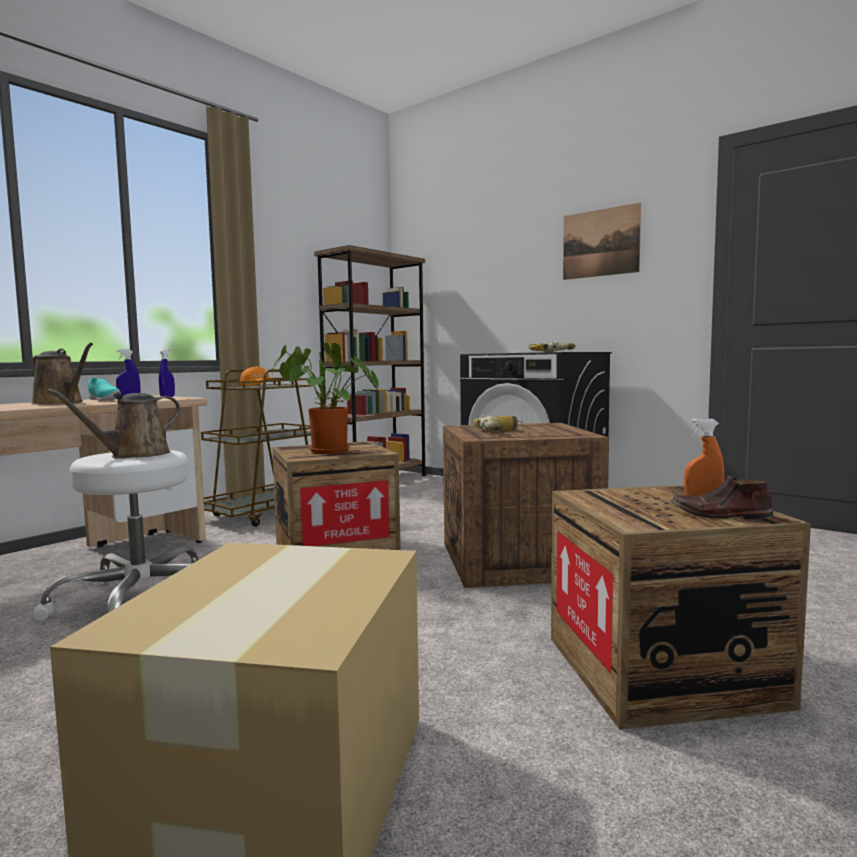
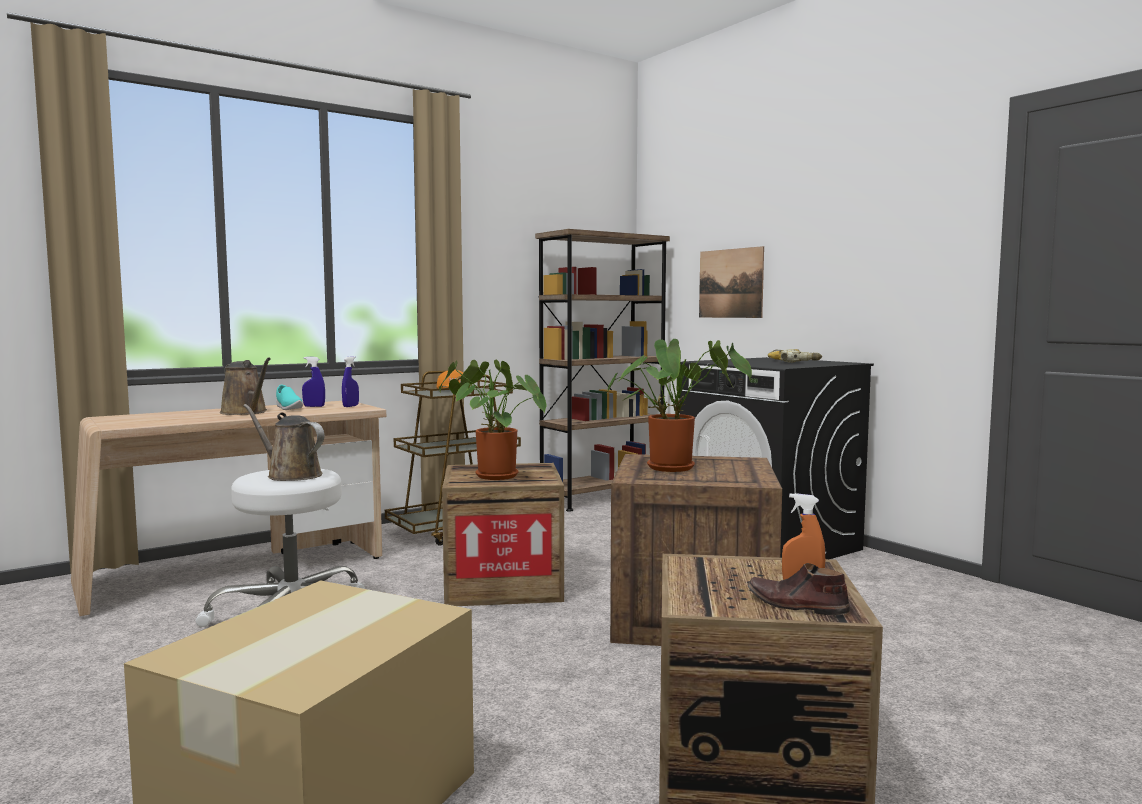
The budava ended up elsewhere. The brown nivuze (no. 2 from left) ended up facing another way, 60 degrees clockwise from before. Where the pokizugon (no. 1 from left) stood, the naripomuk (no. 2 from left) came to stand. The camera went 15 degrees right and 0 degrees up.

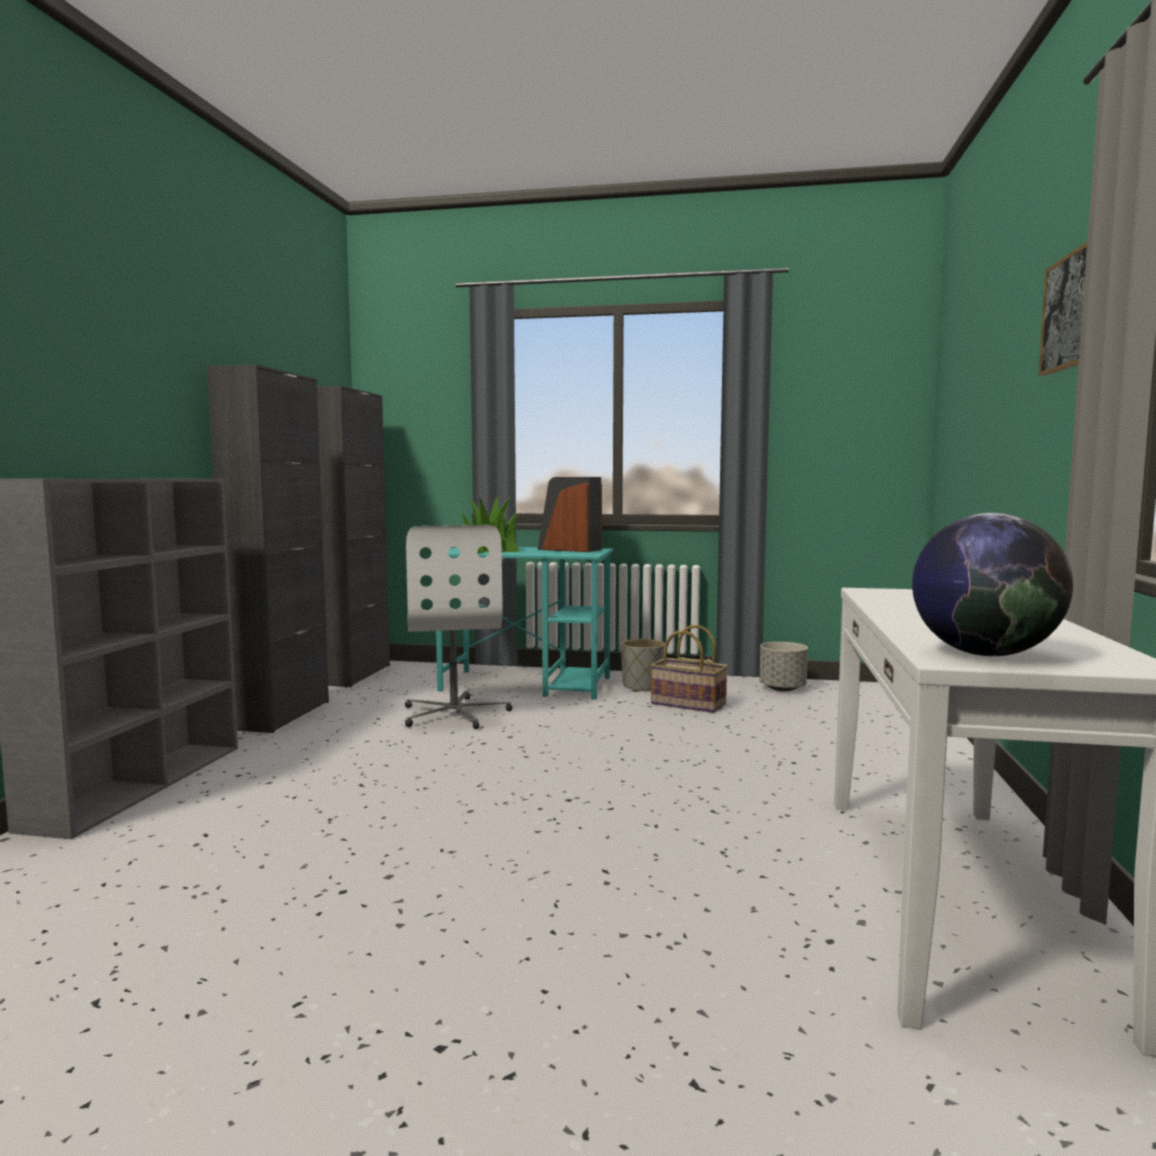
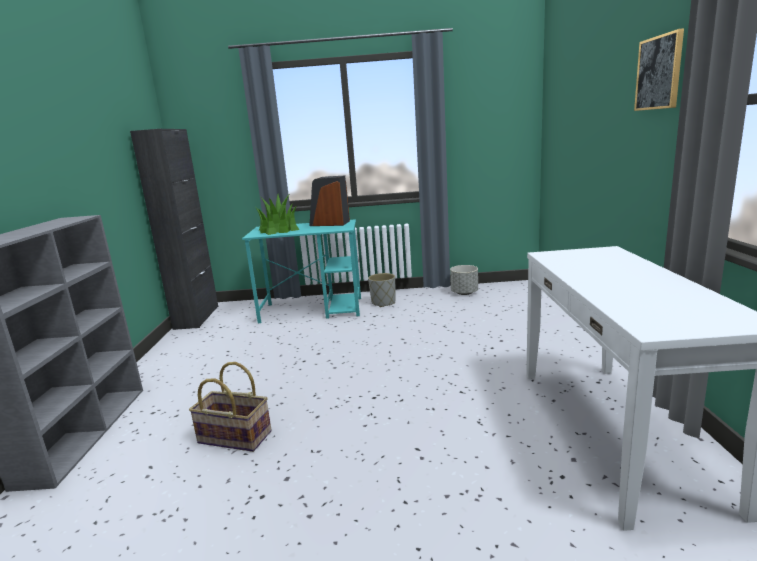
The second view lost the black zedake (no. 1 from left). The second view lost the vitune. The second view lost the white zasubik. The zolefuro ended up elsewhere. The camera went 10 degrees left and 10 degrees up.

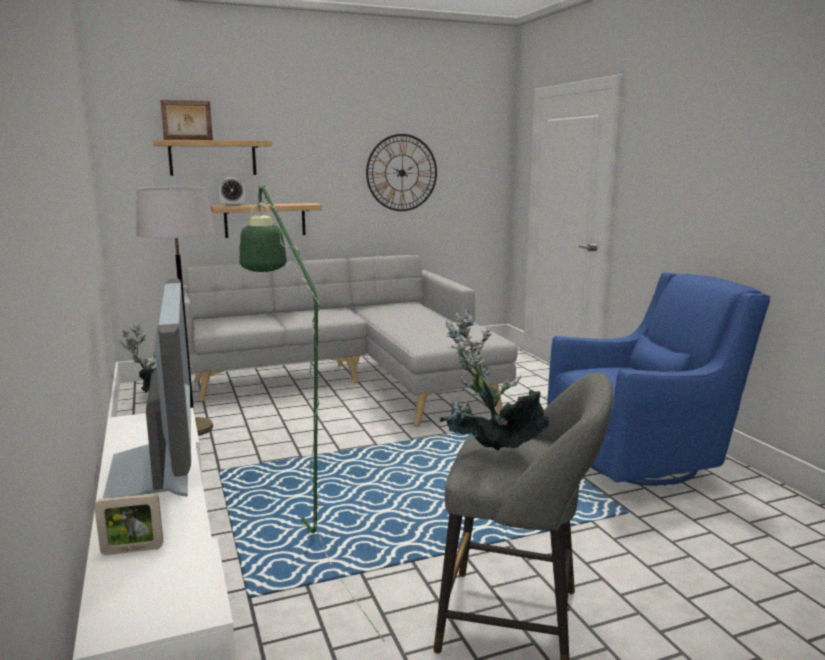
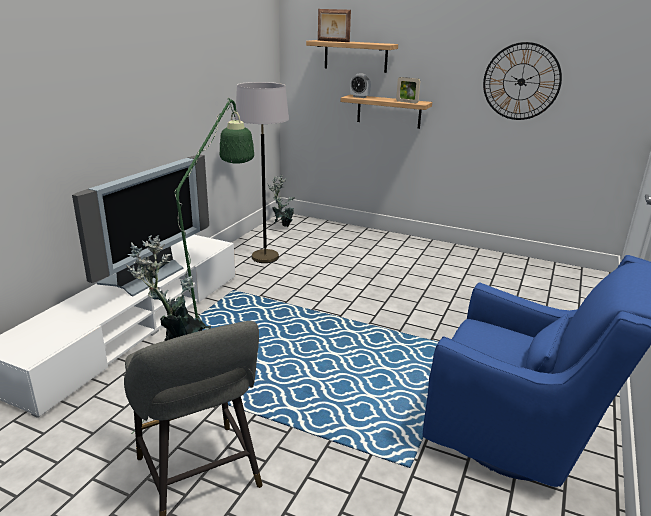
The second view lost the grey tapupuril. The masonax (no. 1 from left in the first image) ended up elsewhere. The camera went 45 degrees right and 10 degrees up.

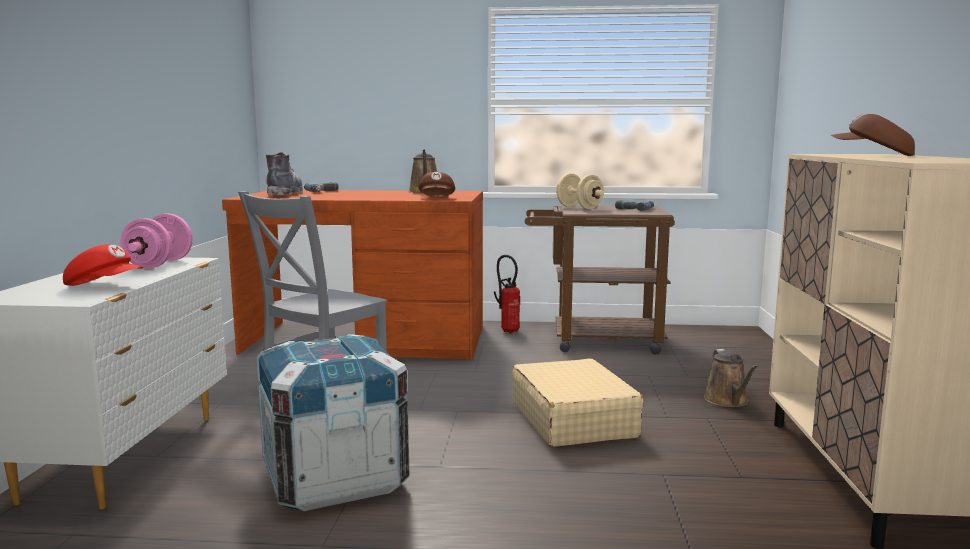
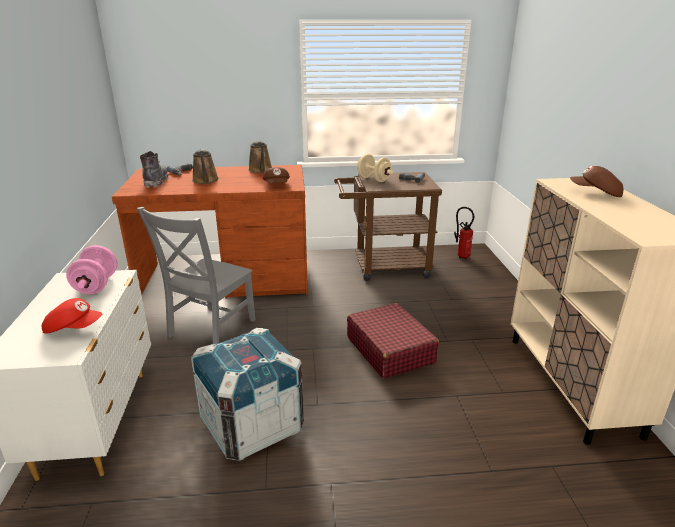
The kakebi ended up elsewhere. The brown nivuze (no. 2 from left in the first image) ended up elsewhere. What was the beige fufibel turned into the red fufibel. The camera went 10 degrees left and 15 degrees up.

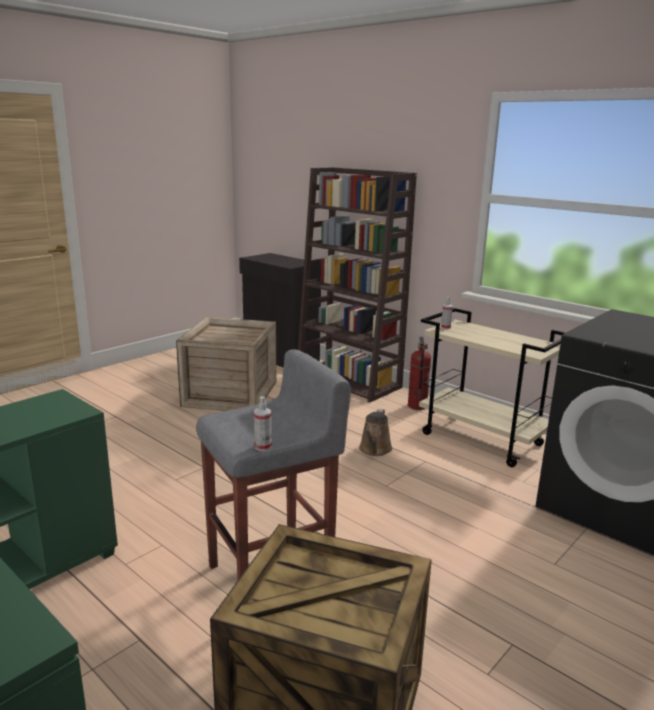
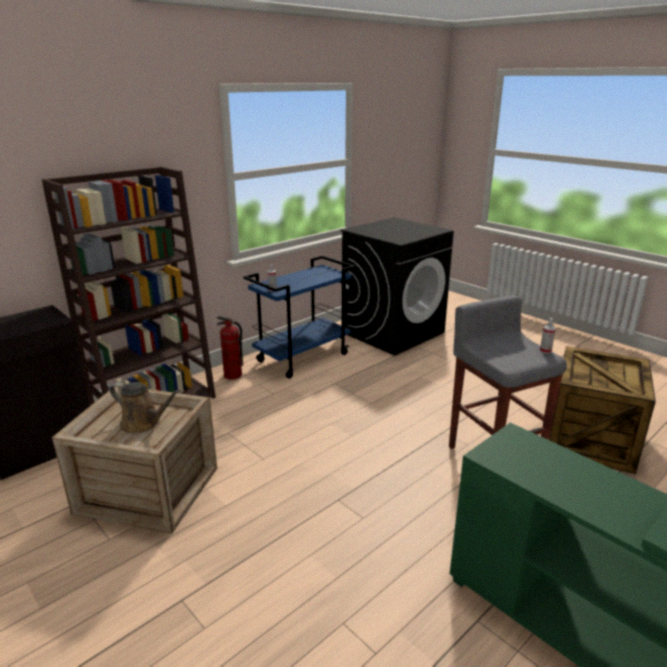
What was the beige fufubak turned into the blue fufubak. The brown nivuze ended up elsewhere. The camera went 85 degrees left and 5 degrees up.

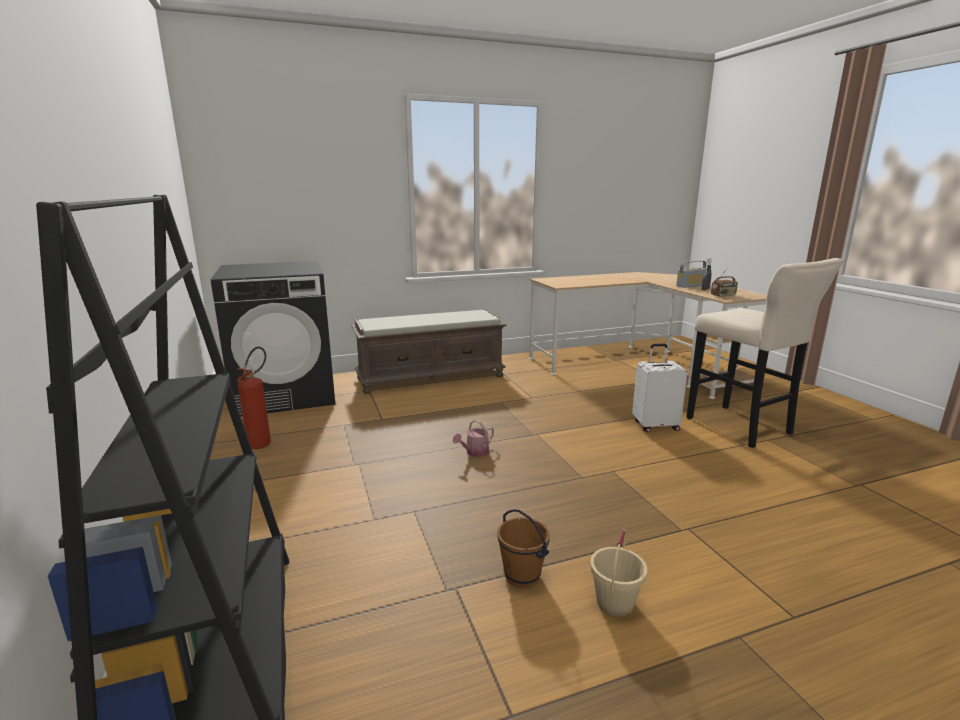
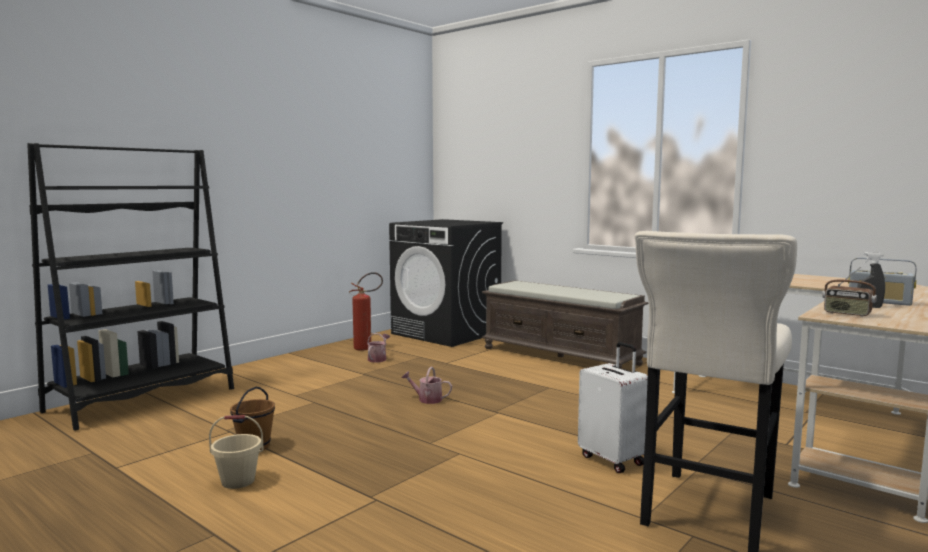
The second view gained the nivuze (no. 1 from left). The camera went 60 degrees right and 10 degrees down.

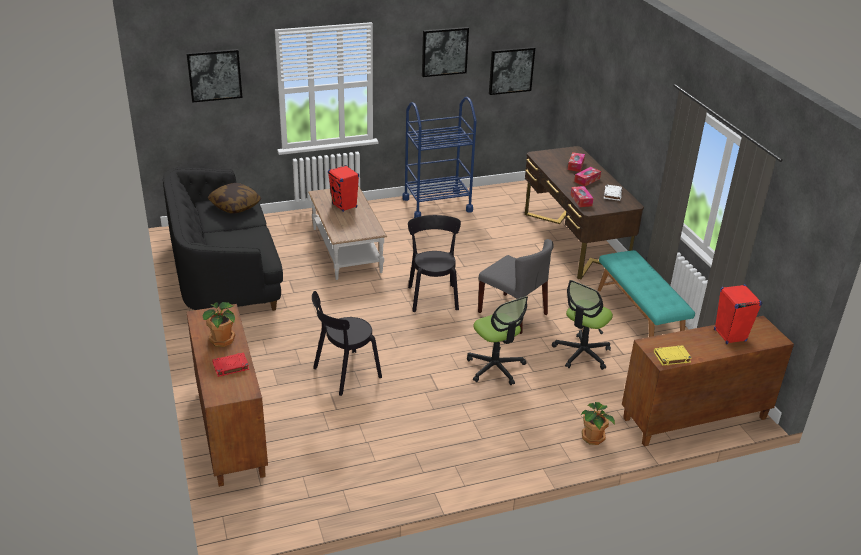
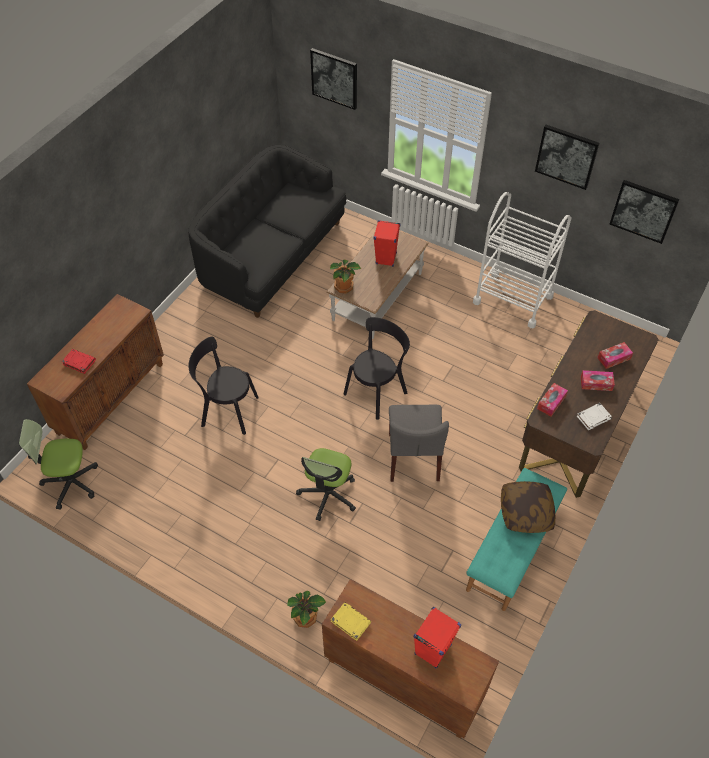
What was the blue fufubak turned into the white fufubak. The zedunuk ended up elsewhere. The zasubik (no. 2 from left in the first image) ended up elsewhere. The naripomuk (no. 1 from left in the first image) ended up elsewhere. The camera went 50 degrees right and 20 degrees up.

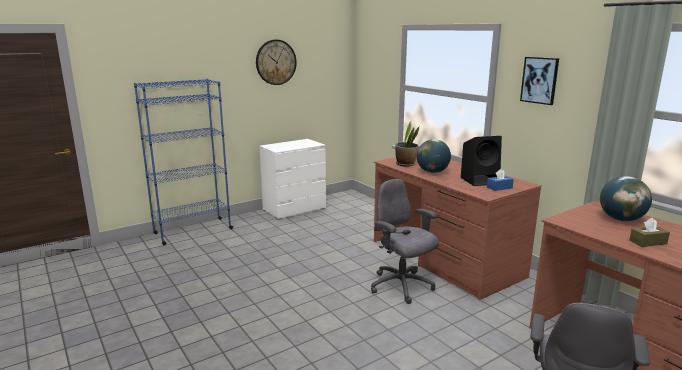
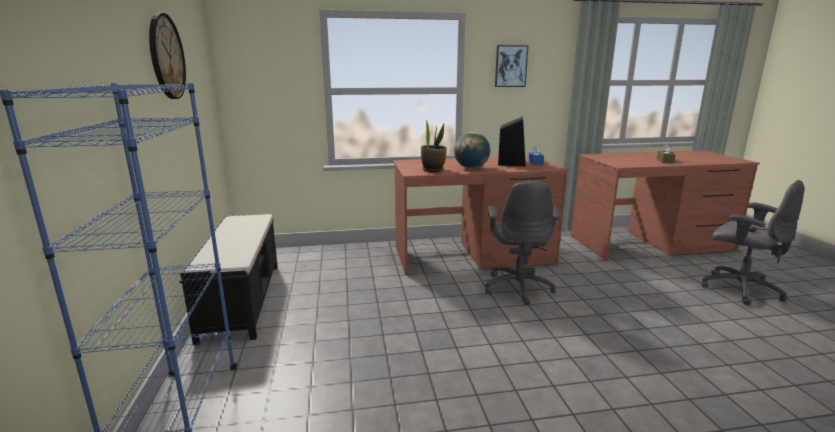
Where the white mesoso stood, the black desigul came to stand. The second view lost the vitune (no. 2 from left). The grey zasubik (no. 1 from left) ended up facing another way, 75 degrees counterclockwise from before. The camera went 65 degrees left and 0 degrees up.

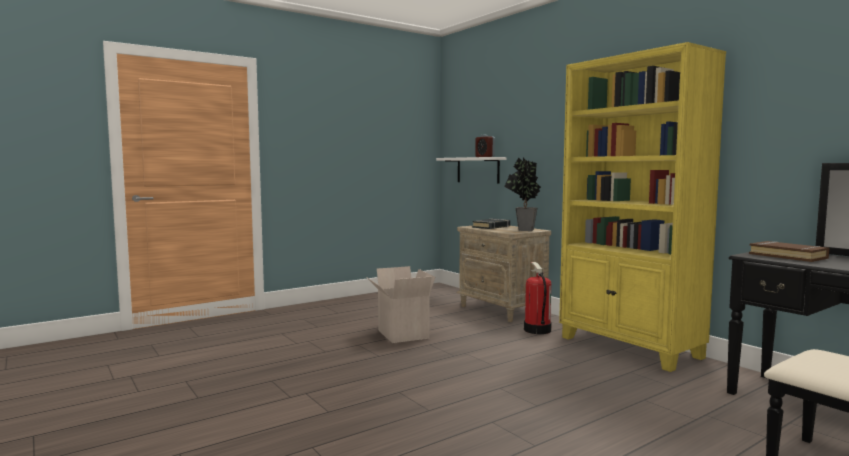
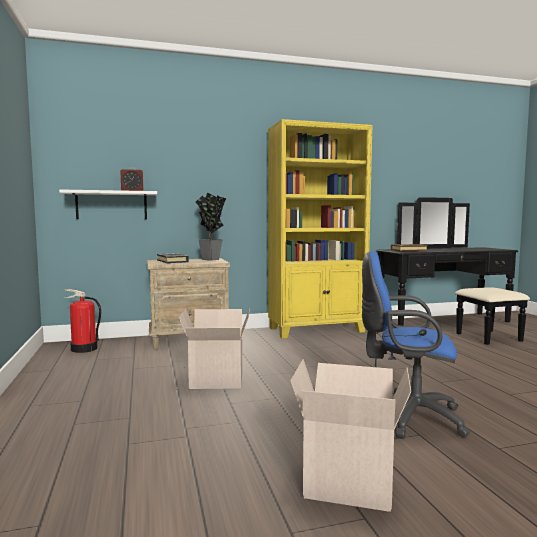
The kakebi ended up elsewhere. The second view gained the blue zasubik. The second view gained the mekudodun (no. 2 from left). The camera went 70 degrees left and 0 degrees up.

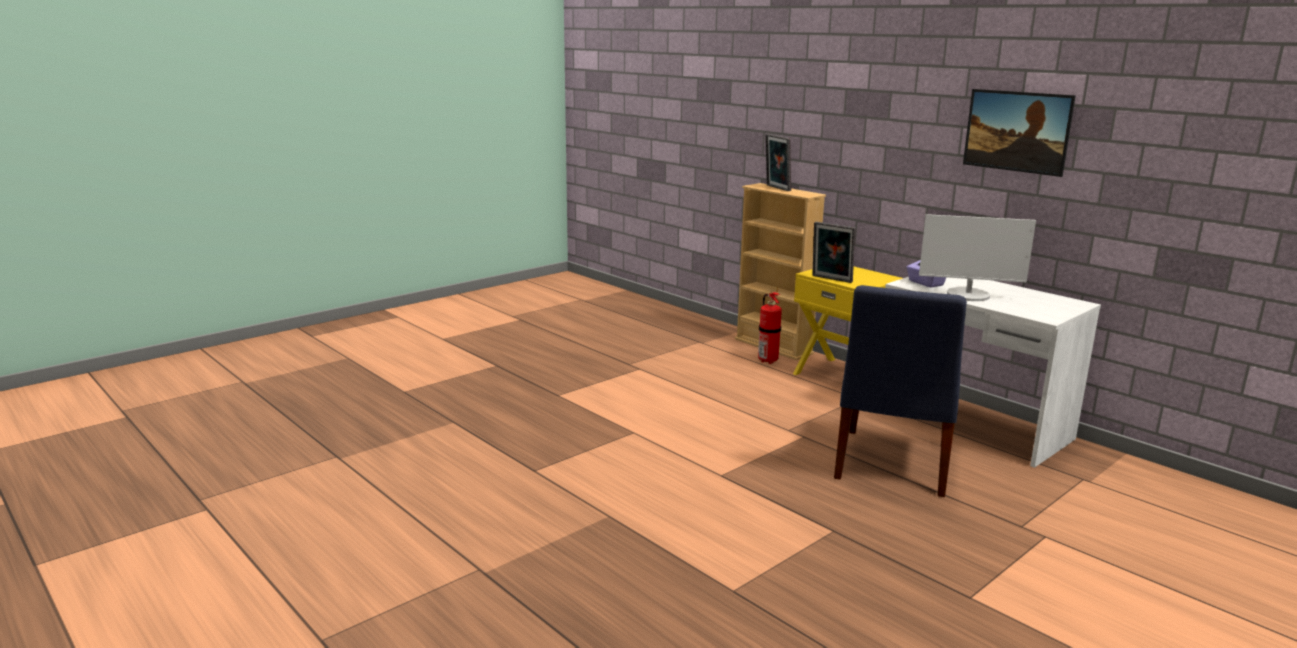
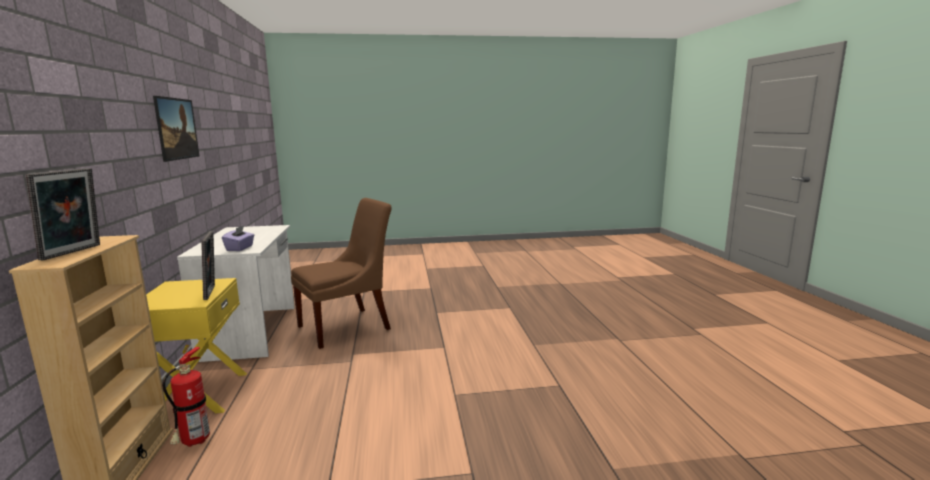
The second view lost the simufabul. What was the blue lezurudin turned into the brown lezurudin. The camera went 145 degrees left and 5 degrees down.

